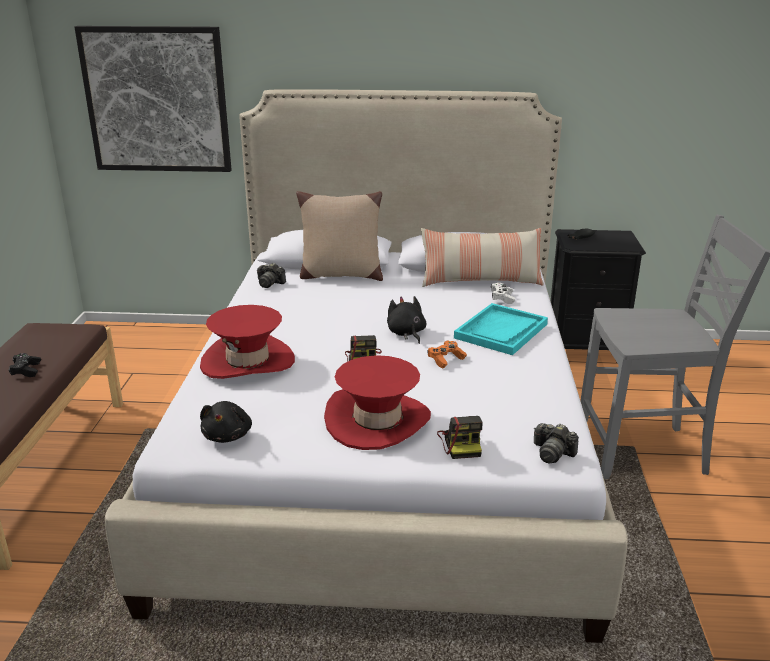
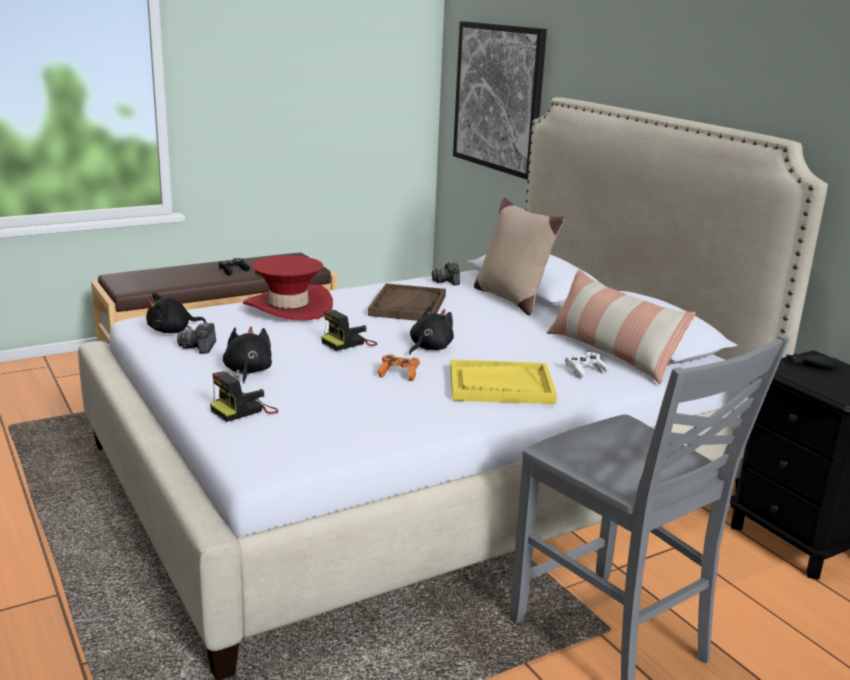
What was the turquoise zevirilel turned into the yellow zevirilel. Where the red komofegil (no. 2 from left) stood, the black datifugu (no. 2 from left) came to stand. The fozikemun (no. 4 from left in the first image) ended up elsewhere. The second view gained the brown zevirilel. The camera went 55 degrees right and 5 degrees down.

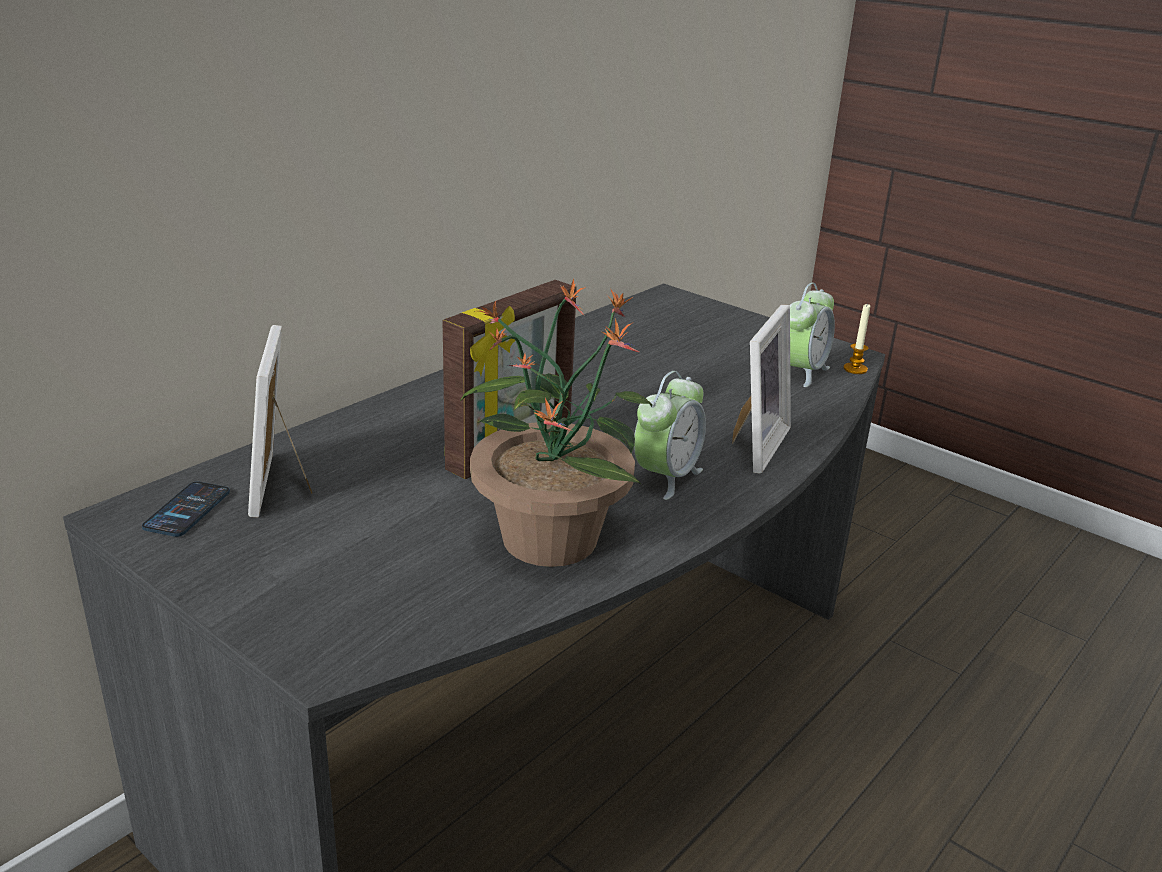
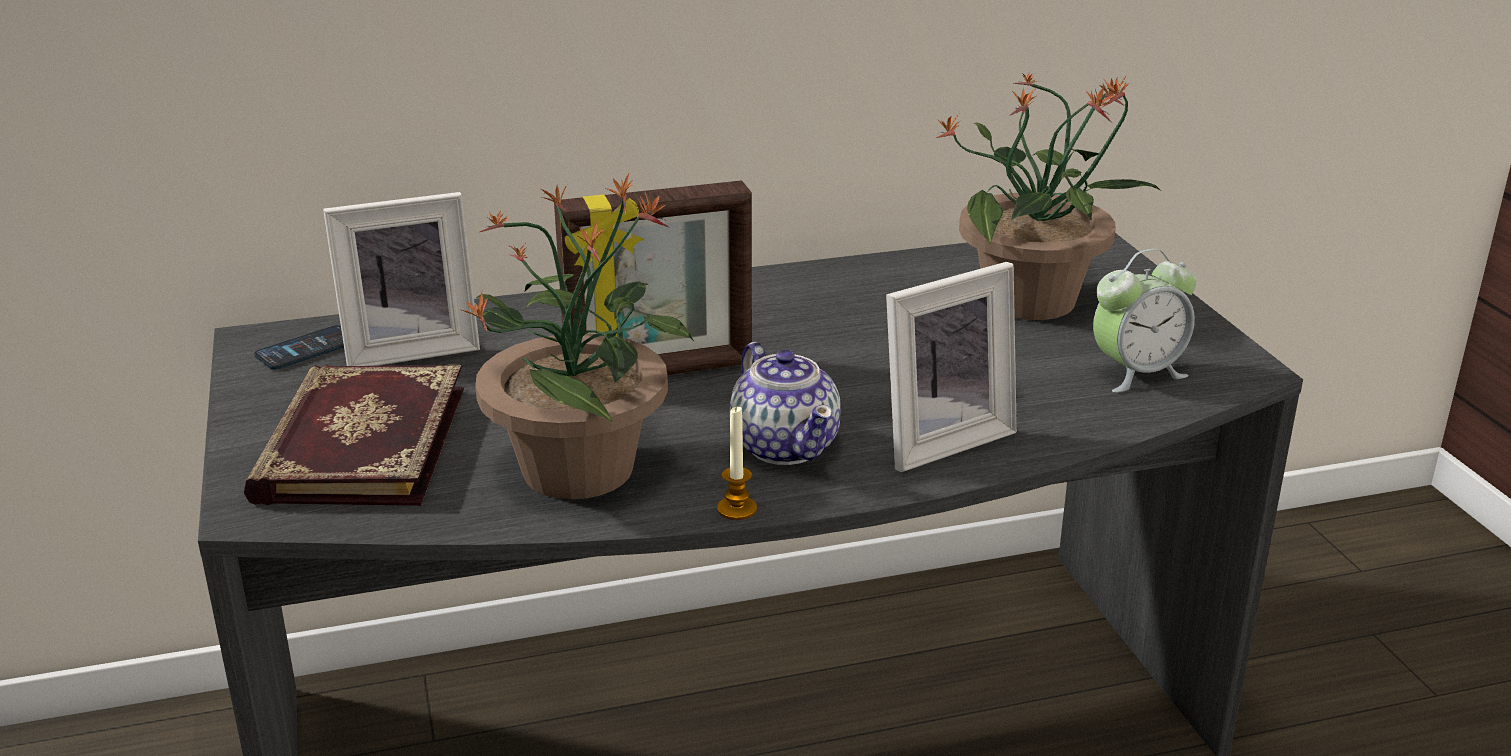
The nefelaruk ended up elsewhere. The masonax (no. 1 from left) ended up facing another way, 135 degrees counterclockwise from before. Where the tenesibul (no. 1 from left) stood, the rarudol came to stand. The second view gained the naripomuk (no. 2 from left). The second view gained the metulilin. The camera went 35 degrees right and 0 degrees up.

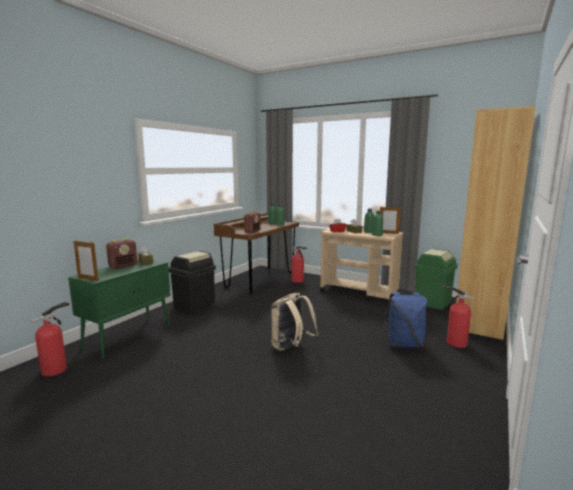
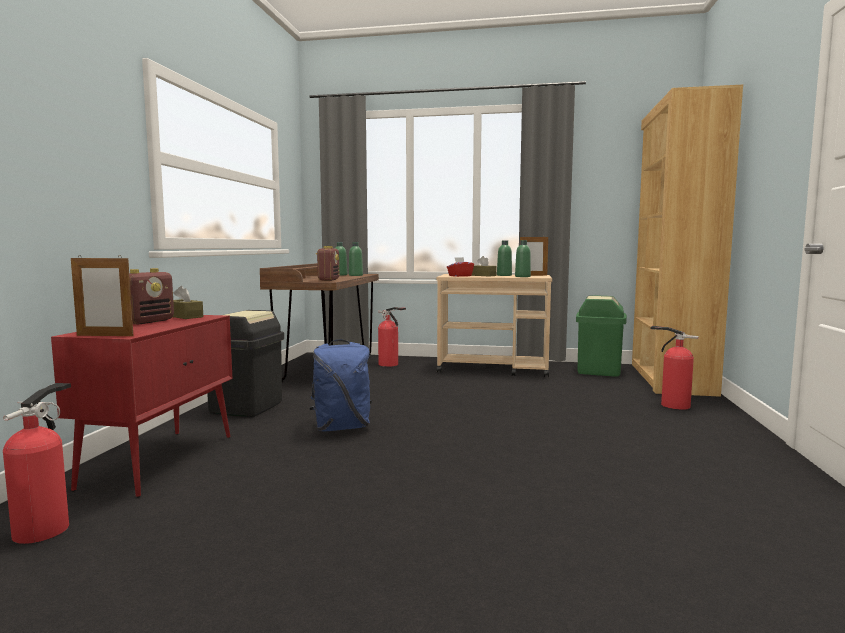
What was the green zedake turned into the red zedake. The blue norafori ended up elsewhere. The second view lost the beige norafori. The camera went 20 degrees left and 5 degrees down.

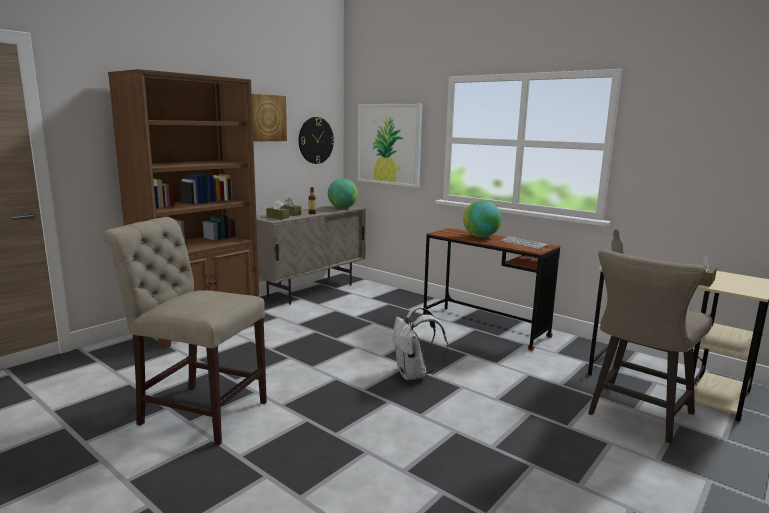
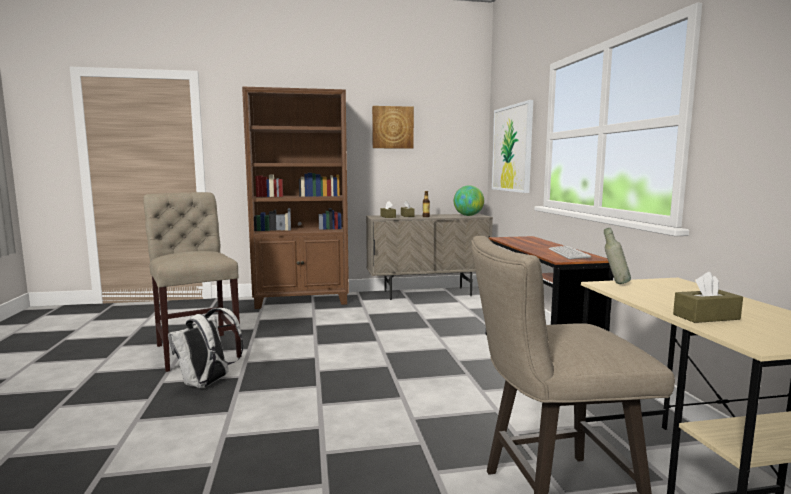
The second view lost the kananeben. The second view lost the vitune (no. 2 from left). The white norafori ended up elsewhere. The camera went 40 degrees right and 5 degrees down.

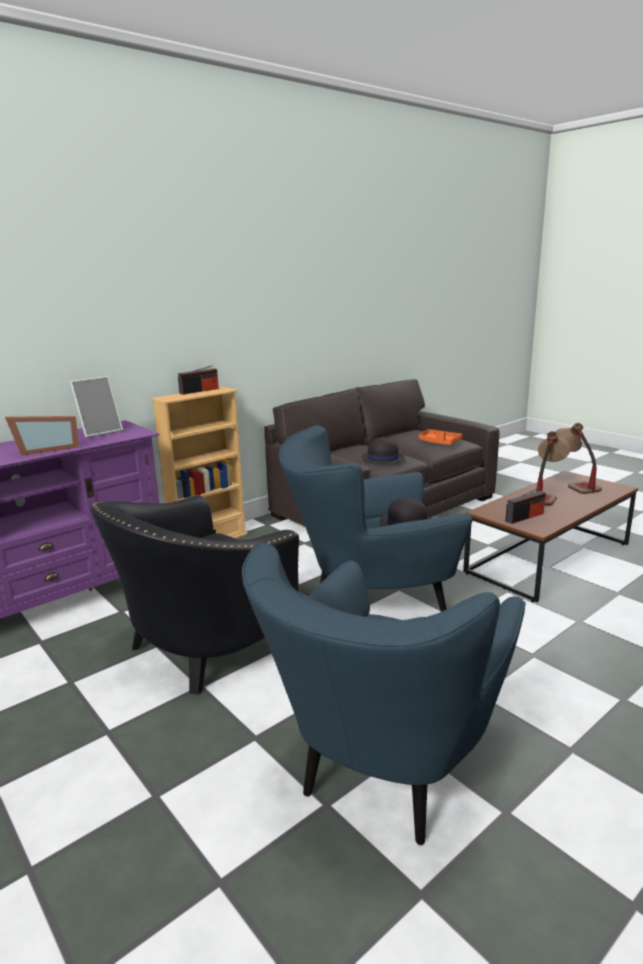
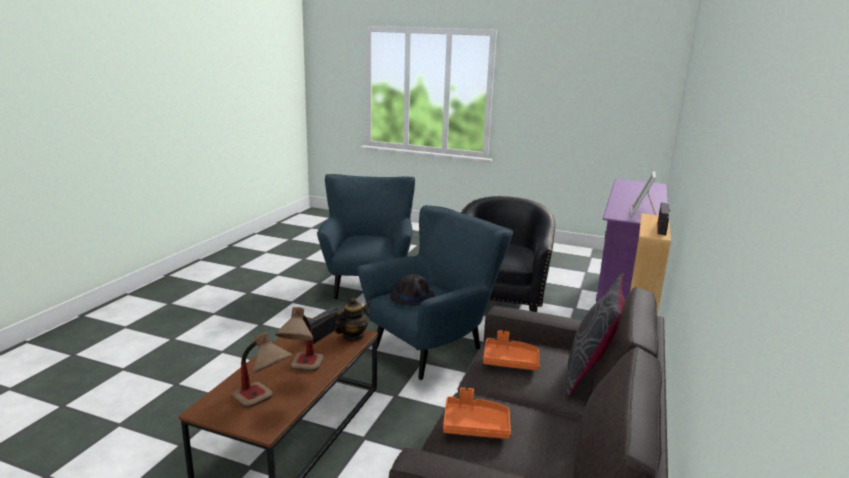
The second view lost the masonax (no. 1 from left). Where the black komofegil (no. 1 from left) stood, the orange zevirilel (no. 2 from left) came to stand. The second view gained the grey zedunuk. The second view gained the rarudol. The camera went 150 degrees right and 0 degrees up.

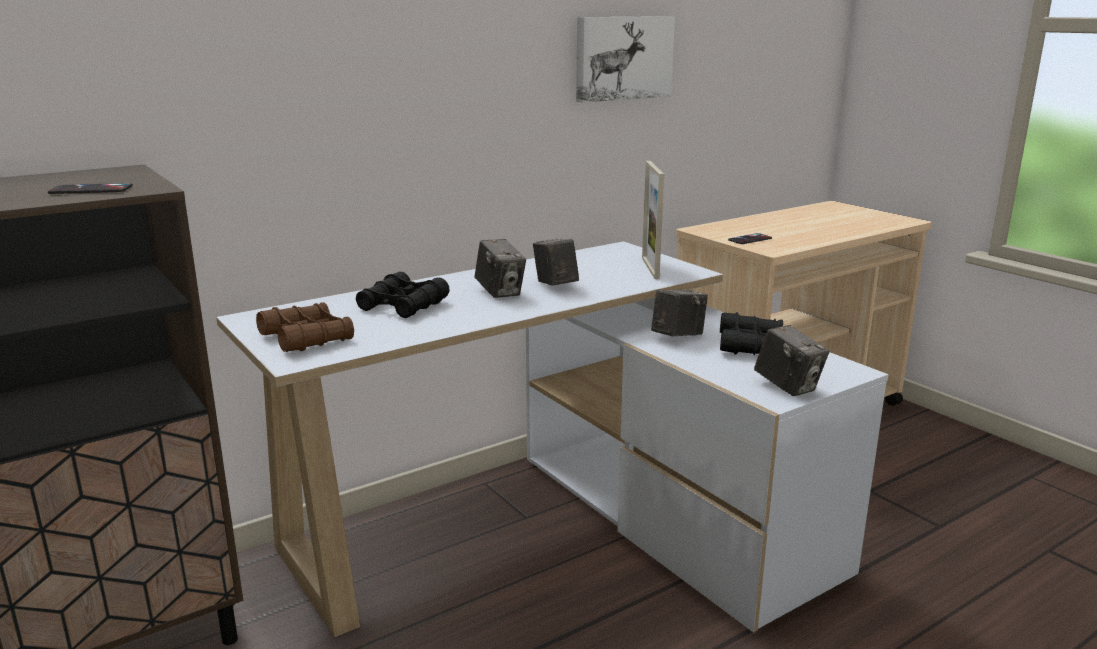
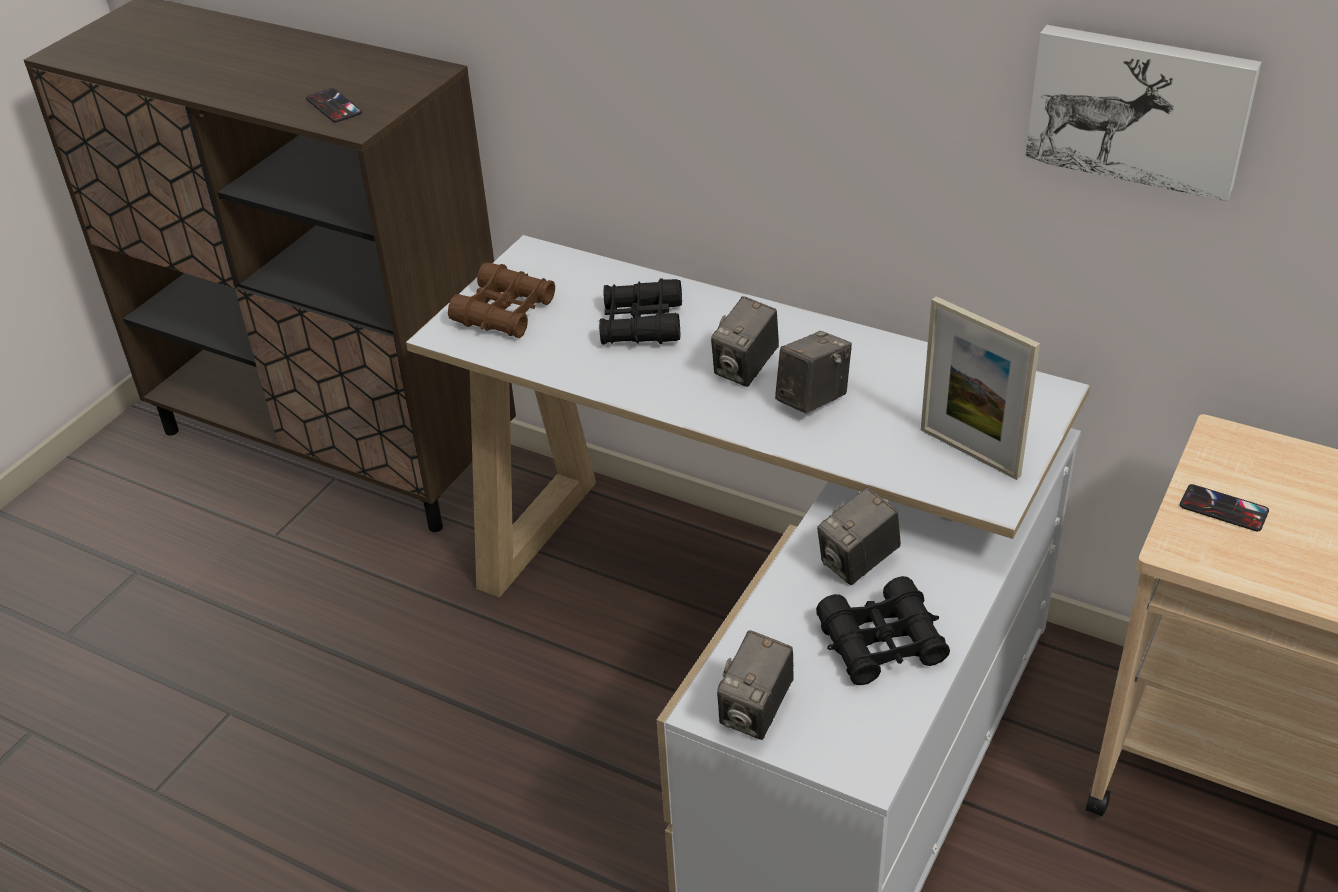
The masonax ended up facing another way, 105 degrees counterclockwise from before. The fozikemun (no. 3 from left in the first image) ended up facing another way, 120 degrees clockwise from before. The camera went 65 degrees right and 20 degrees up.

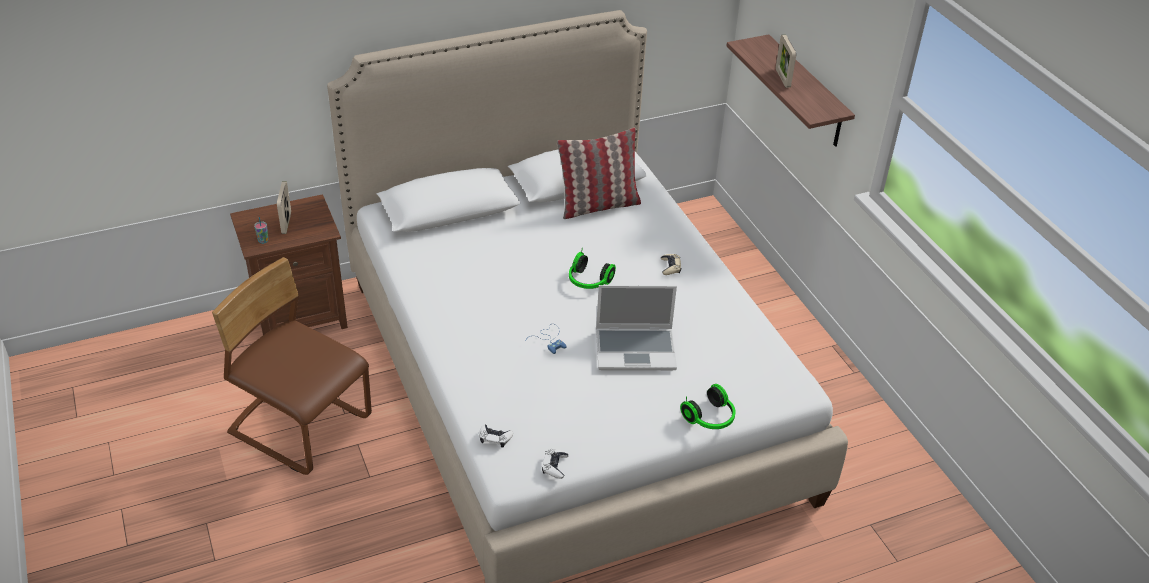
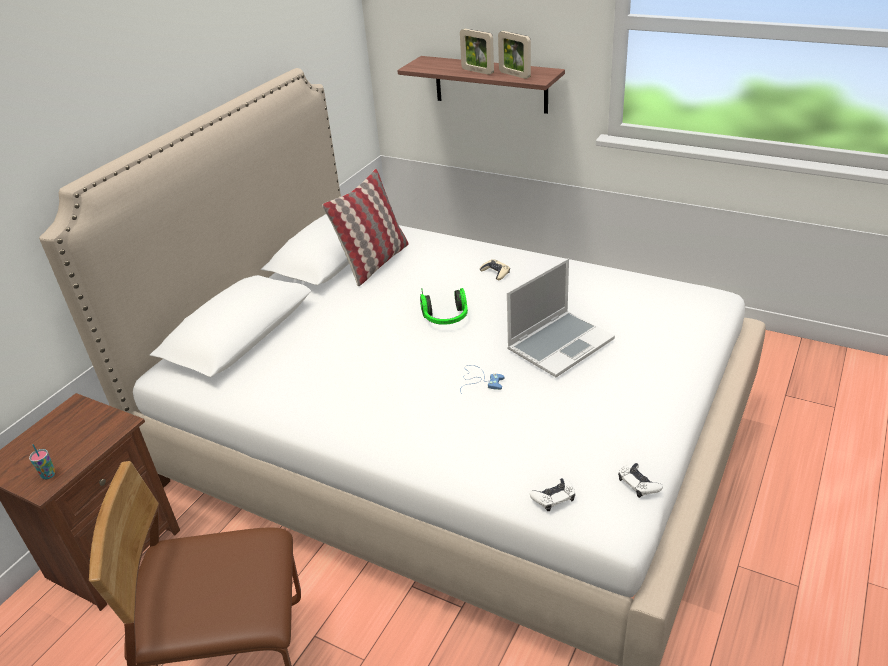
The masonax (no. 1 from left in the first image) ended up elsewhere. The second view lost the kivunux (no. 2 from left). The camera went 35 degrees left and 5 degrees down.

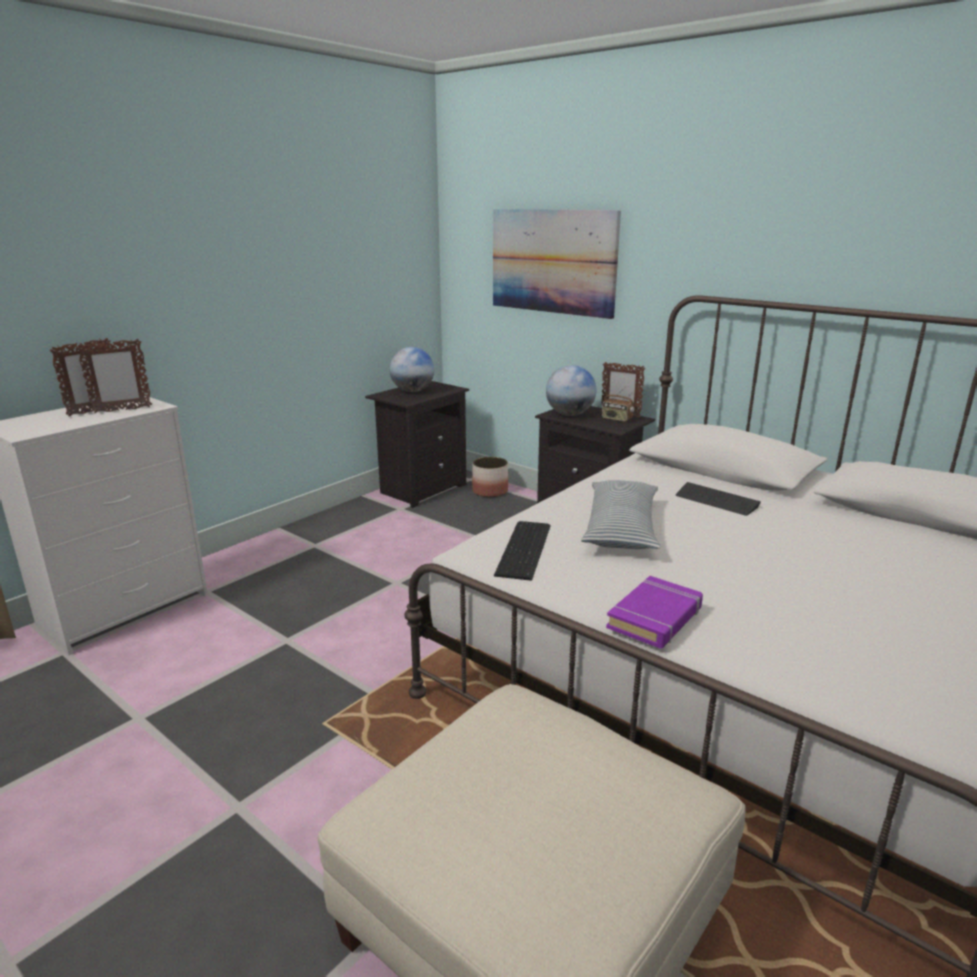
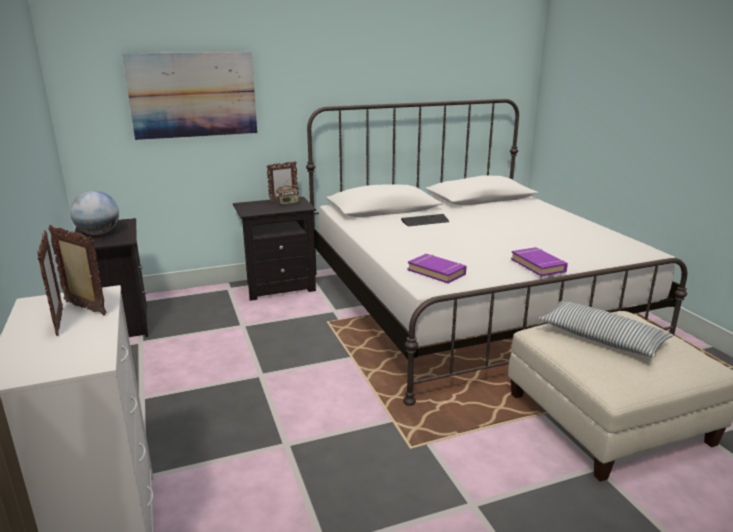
The masonax (no. 2 from left) ended up facing another way, 60 degrees counterclockwise from before. The second view lost the vitune (no. 2 from left). The second view lost the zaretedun. The zedunuk ended up elsewhere. Where the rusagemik (no. 1 from left) stood, the purple metulilin (no. 1 from left) came to stand. The camera went 60 degrees left and 0 degrees up.

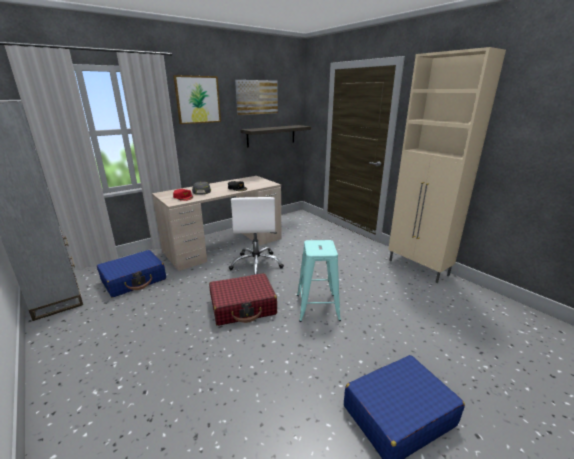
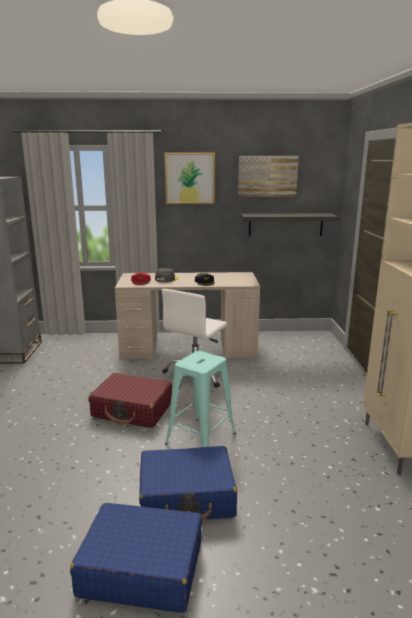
The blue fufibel (no. 1 from left in the first image) ended up elsewhere. The camera went 35 degrees right and 5 degrees down.

